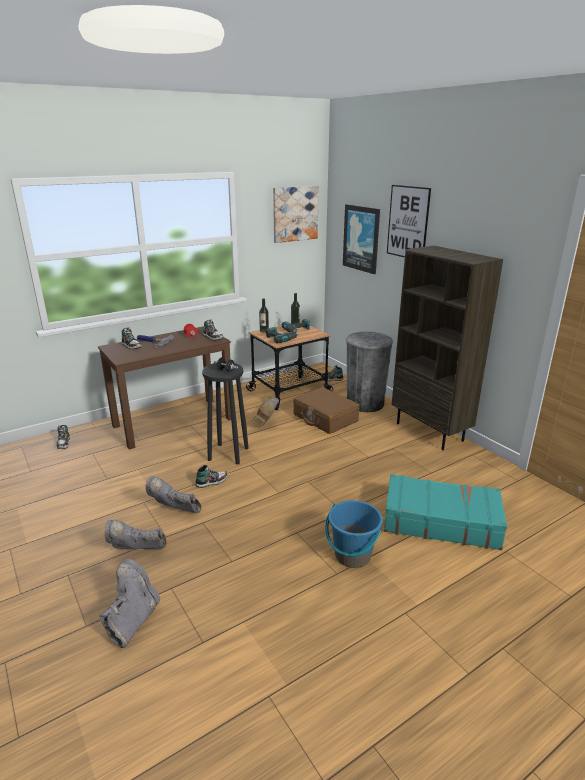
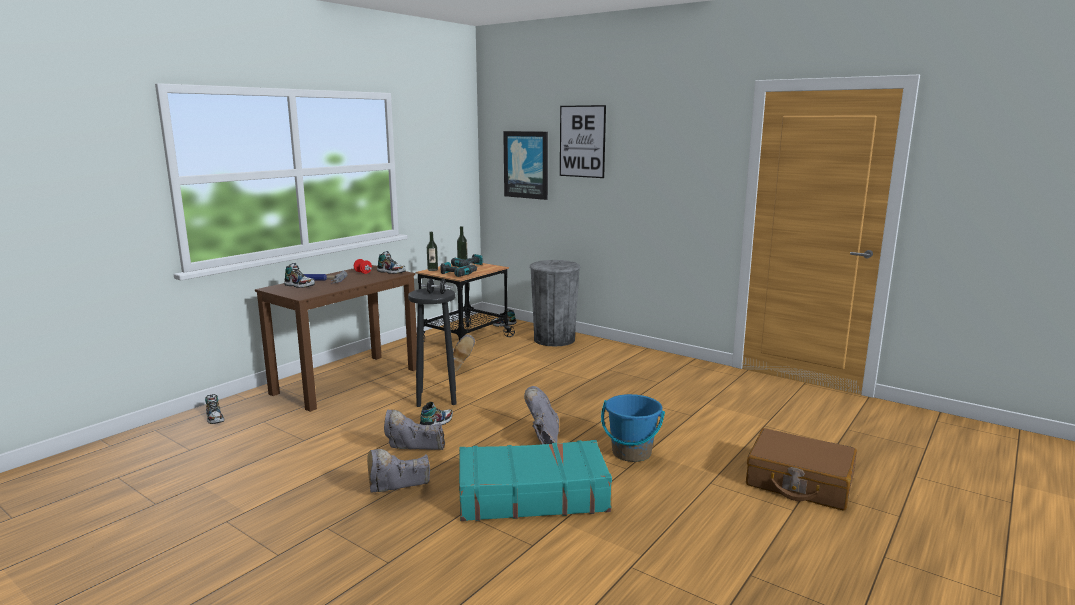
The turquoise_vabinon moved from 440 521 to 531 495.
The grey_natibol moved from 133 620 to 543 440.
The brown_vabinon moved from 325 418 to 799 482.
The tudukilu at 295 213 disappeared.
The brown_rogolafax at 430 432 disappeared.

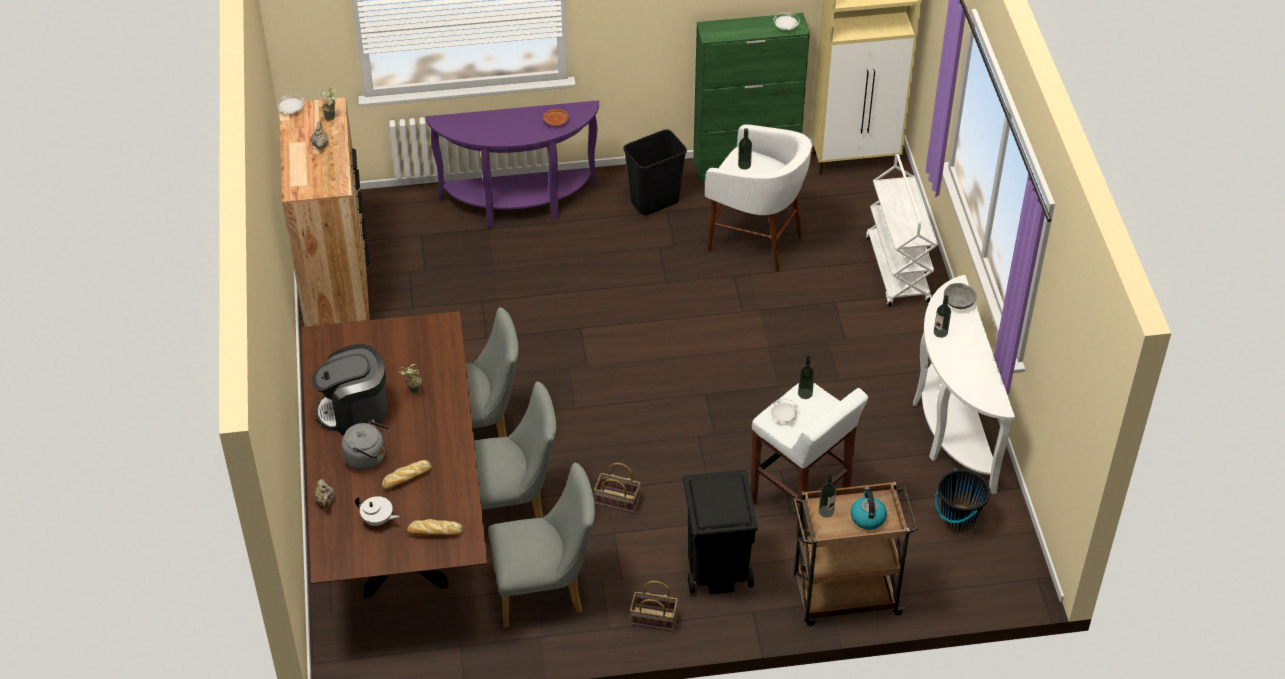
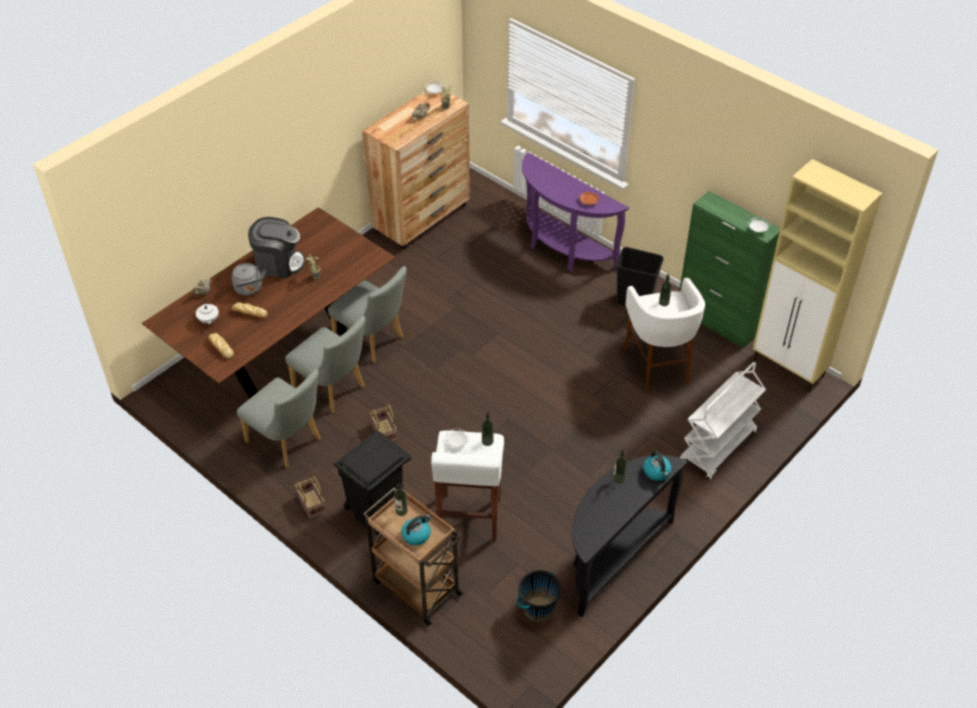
The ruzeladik at 355 410 turned 150 degrees clockwise.
The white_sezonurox at 949 427 became the black_sezonurox at 612 557.
The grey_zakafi at 958 302 was replaced by the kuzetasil at 657 472.

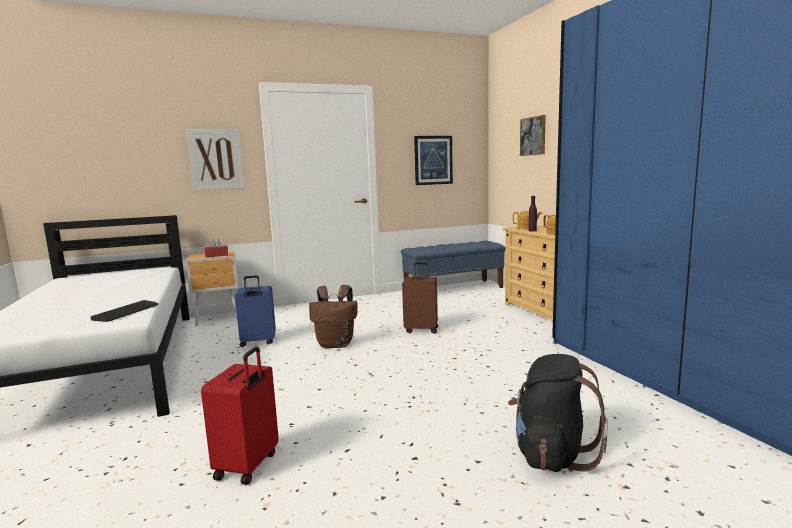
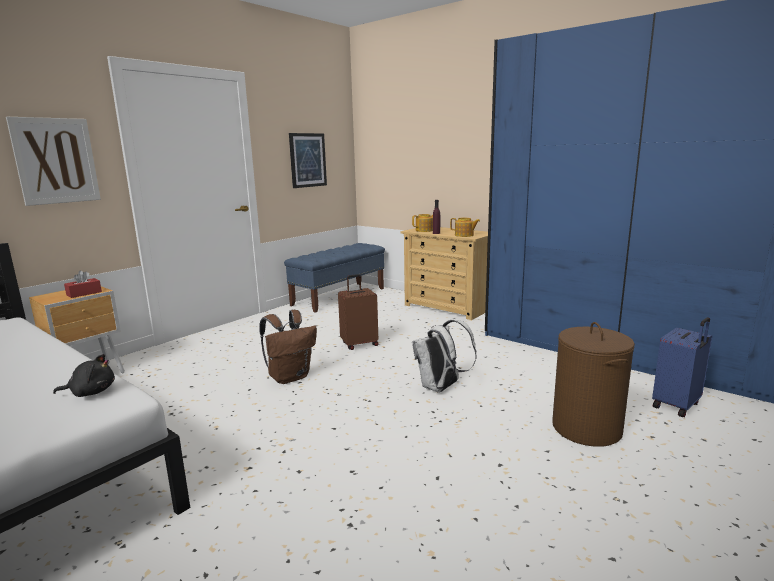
The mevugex at 127 312 was replaced by the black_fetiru at 91 392.
The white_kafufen at 441 388 appeared.
The black_kafufen at 551 454 was replaced by the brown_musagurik at 587 428.
The blue_vabinon moved from 258 342 to 677 405.
The red_vabinon at 248 466 disappeared.
The tudukilu at 533 136 disappeared.

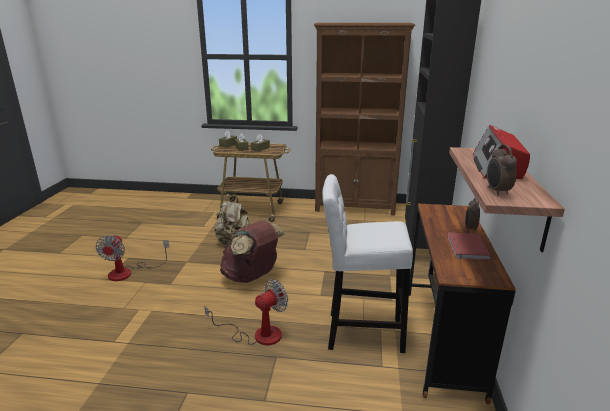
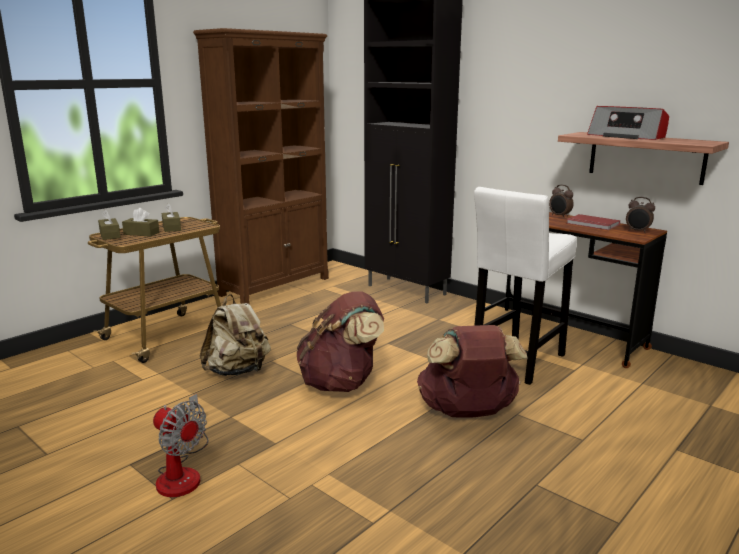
The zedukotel at 258 334 was replaced by the brown_kafufen at 467 413.
The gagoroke moved from 497 191 to 637 231.

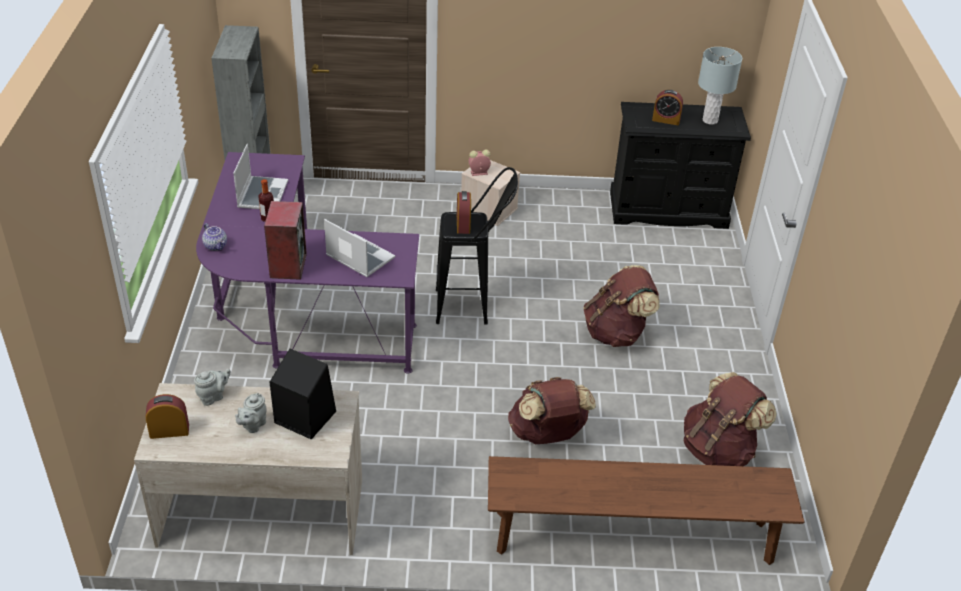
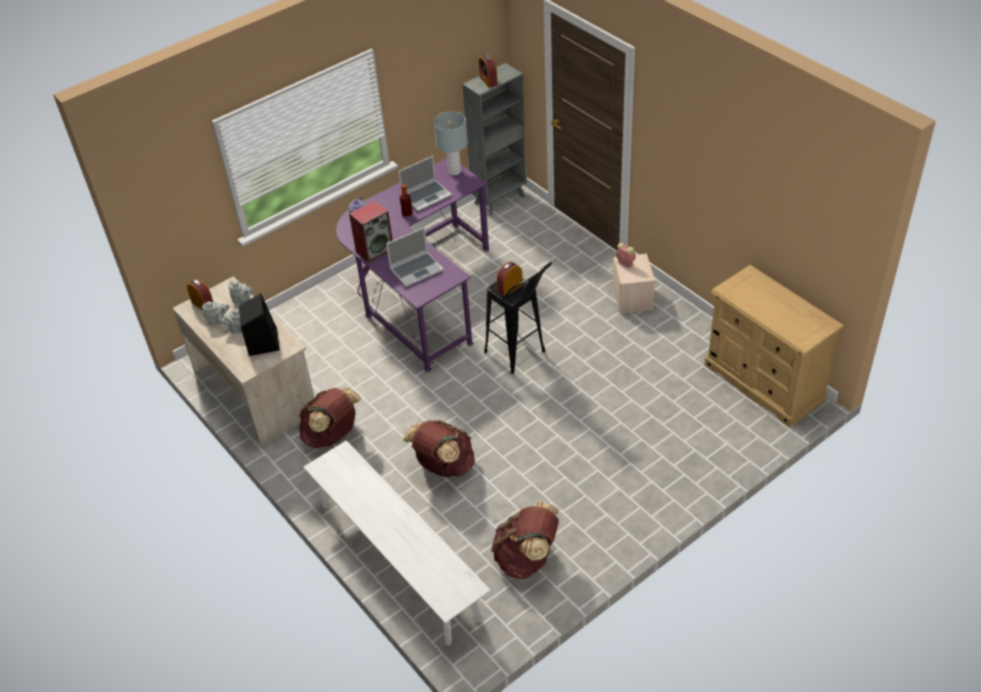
The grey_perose at 218 320 appeared.
The brown_kafufen moved from 616 333 to 332 435.
The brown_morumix at 633 537 became the white_morumix at 398 560.
The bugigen at 359 257 turned 60 degrees clockwise.
The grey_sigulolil moved from 710 120 to 454 171.
The gagoroke moved from 666 120 to 488 81.
The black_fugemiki at 668 210 became the beige_fugemiki at 764 382.

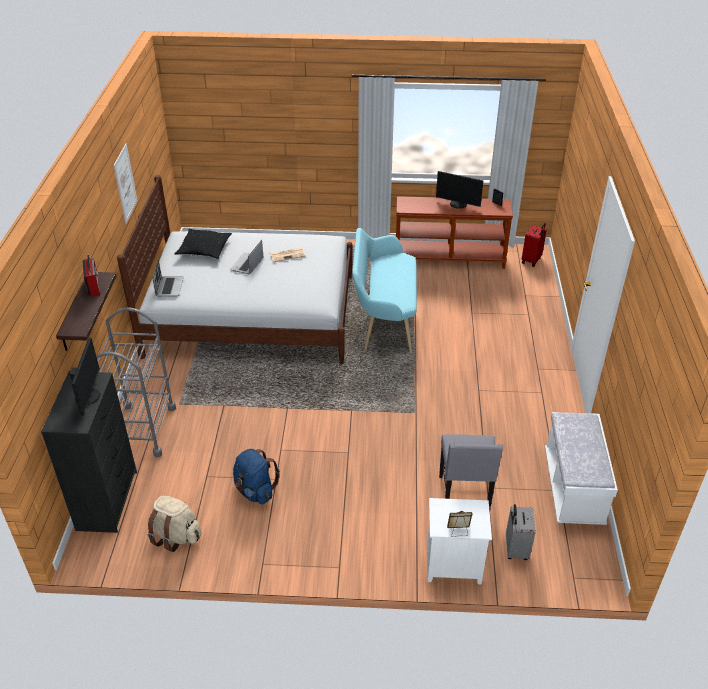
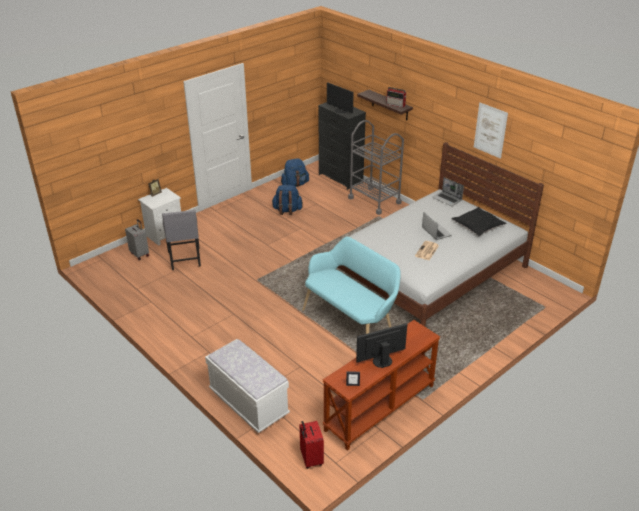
The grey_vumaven at 465 497 turned 150 degrees counterclockwise.
The white_morumix moved from 573 488 to 248 403.
The beige_kafufen at 176 536 became the blue_kafufen at 295 184.

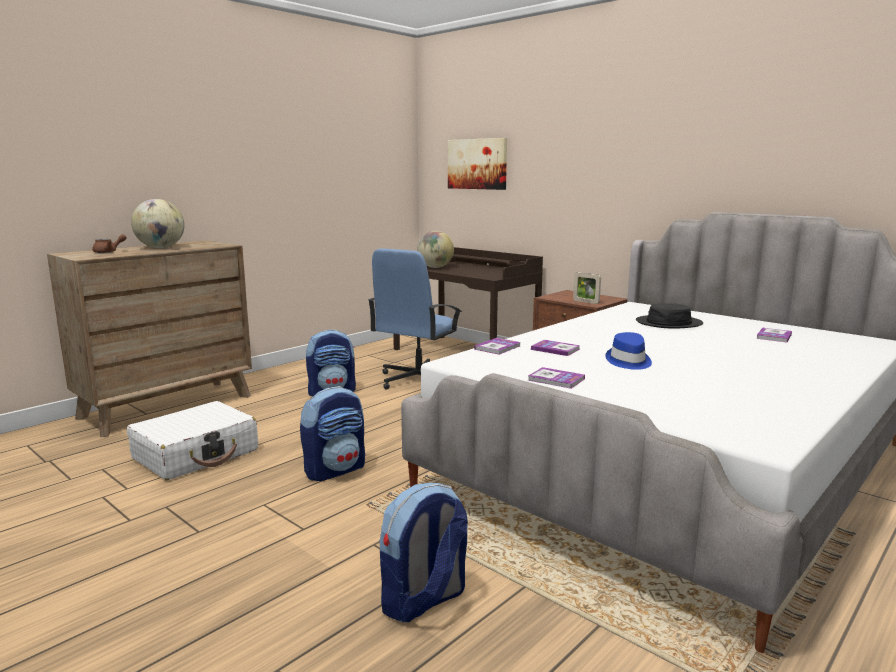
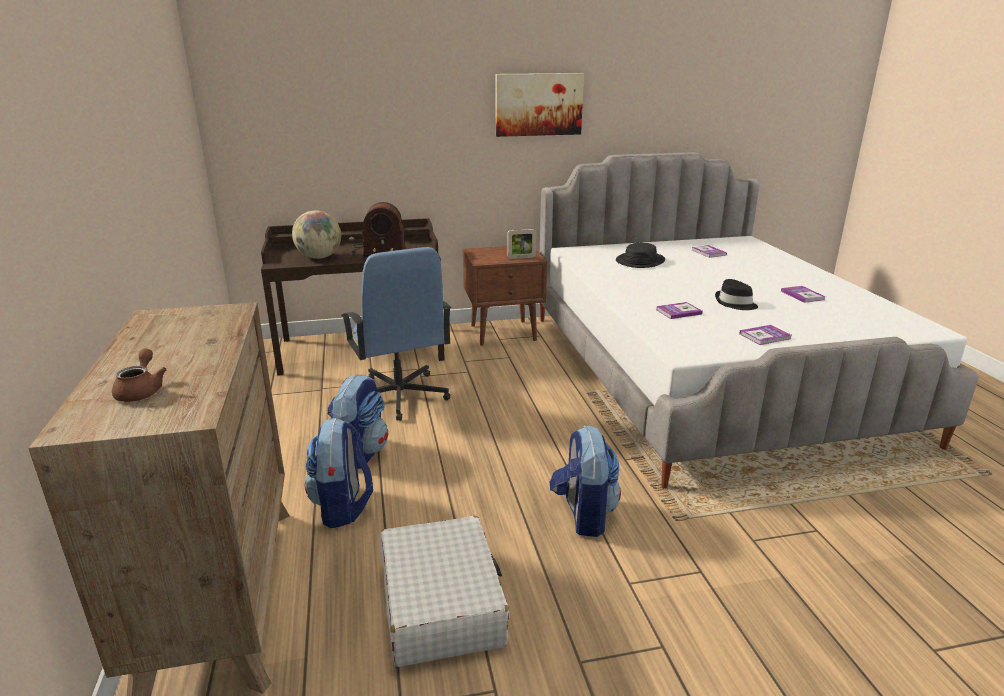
The kafufen moved from 423 601 to 343 507.
The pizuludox at 378 251 appeared.
The tudukilu moved from 477 164 to 538 104.
The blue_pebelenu at 628 361 became the black_pebelenu at 735 303.
The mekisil moved from 497 347 to 802 295.
The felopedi at 161 248 disappeared.

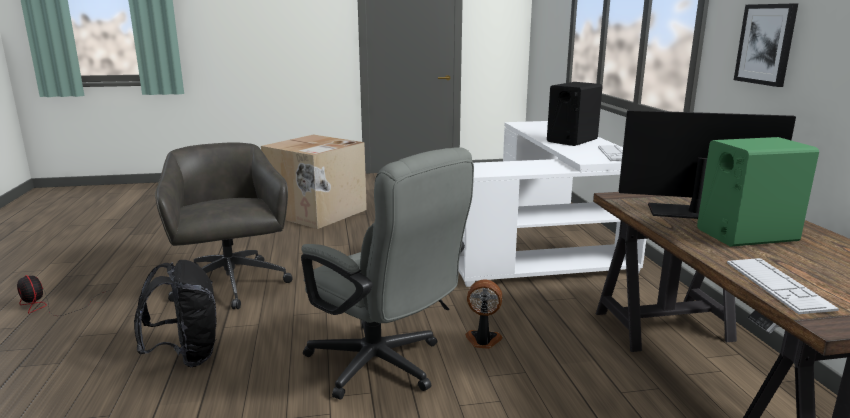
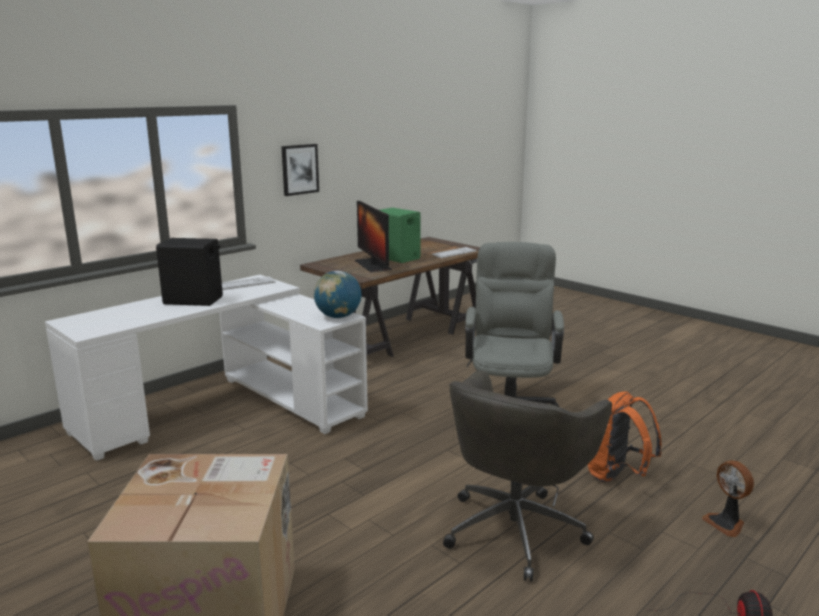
The felopedi at 338 317 appeared.
The black_kafufen at 186 356 became the orange_kafufen at 617 476.
The zedukotel moved from 483 340 to 726 523.

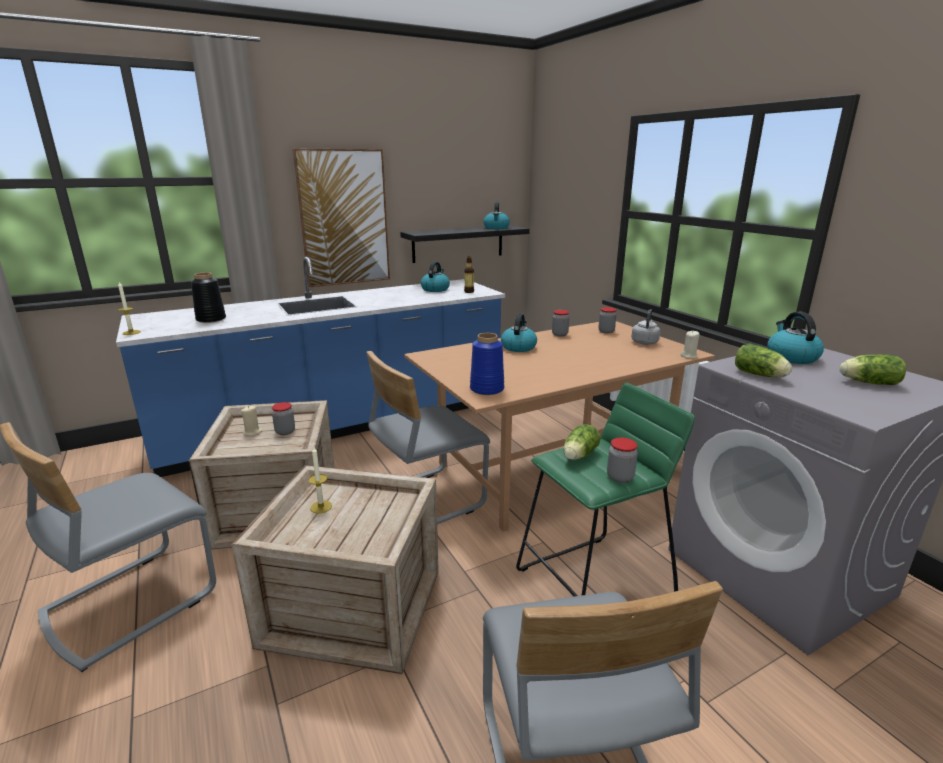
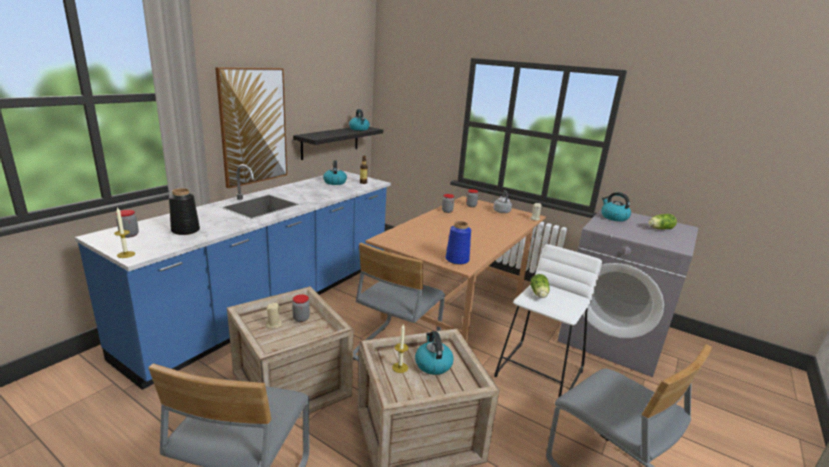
The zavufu moved from 620 477 to 129 235.
The kuzetasil moved from 518 347 to 433 364.
The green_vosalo at 594 586 became the white_vosalo at 539 373.
The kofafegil at 760 375 disappeared.

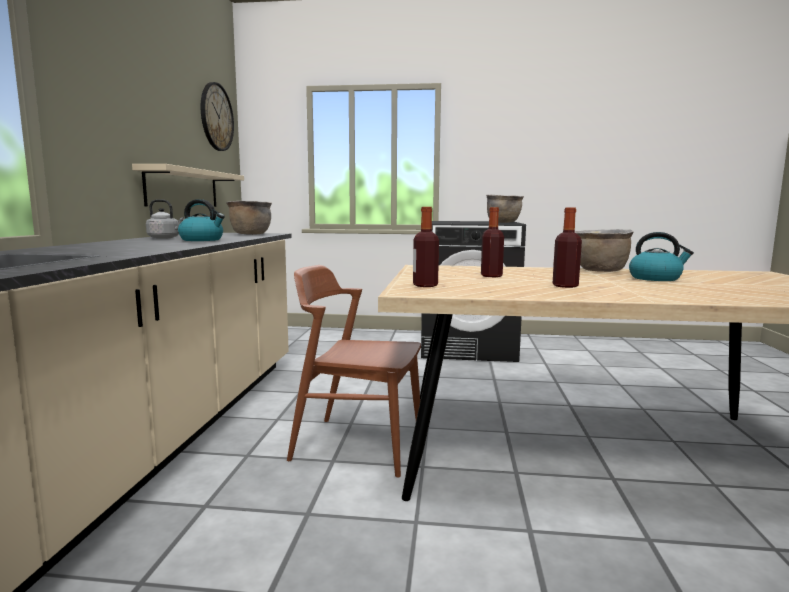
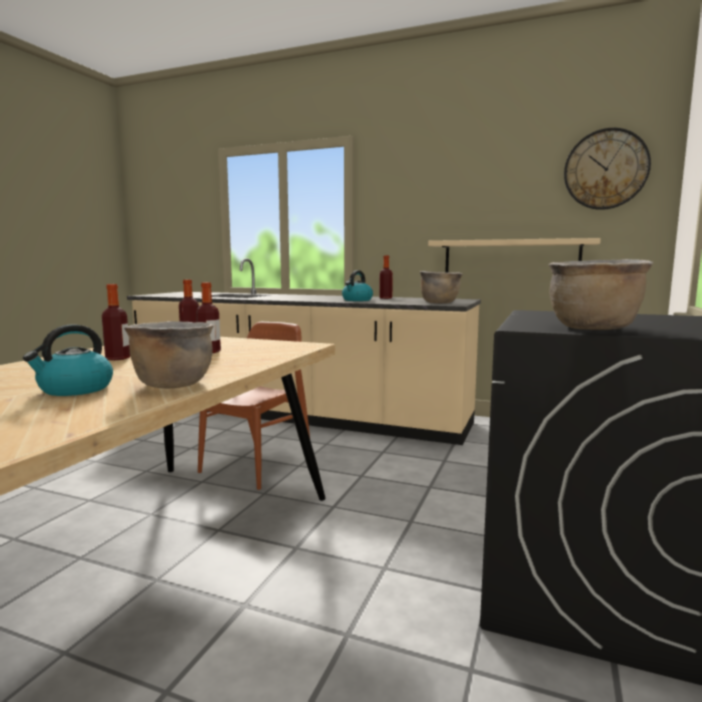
The grey_kuzetasil at 165 238 was replaced by the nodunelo at 385 298.

